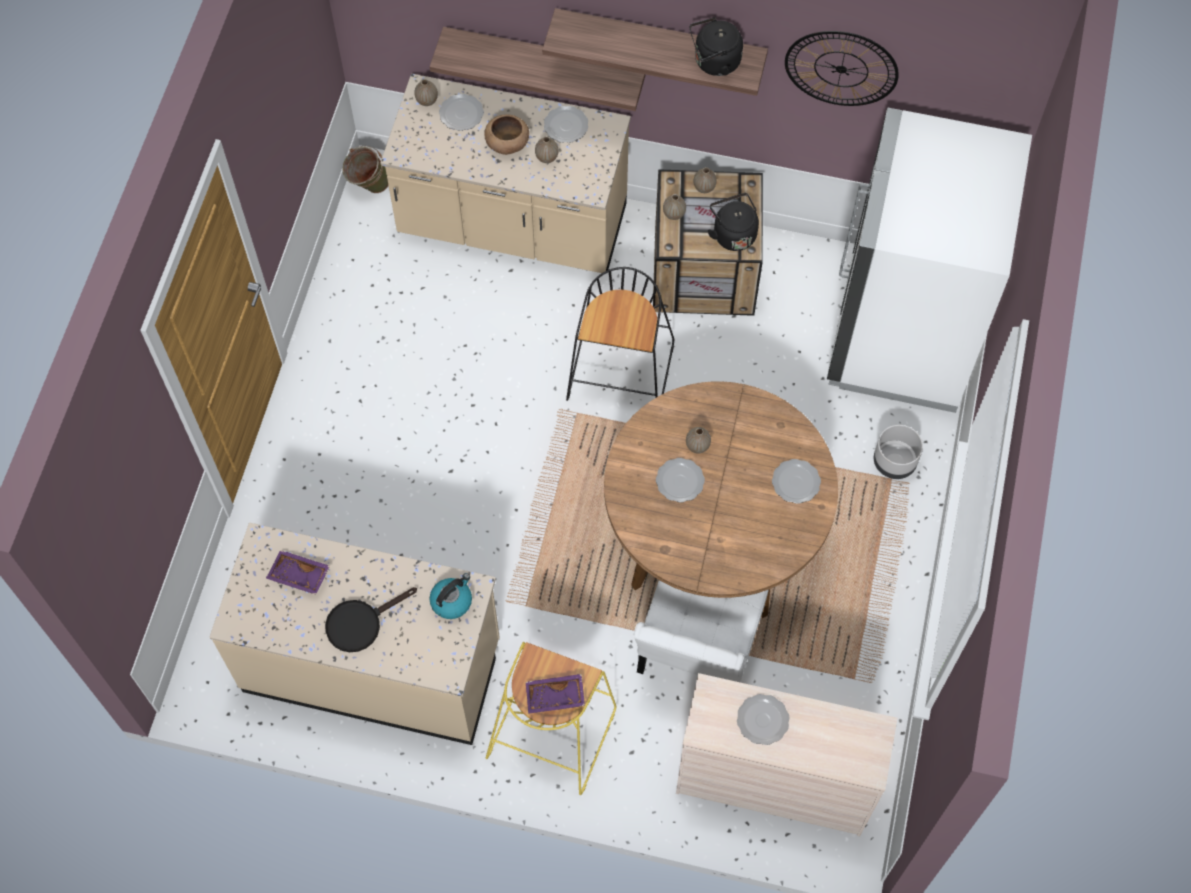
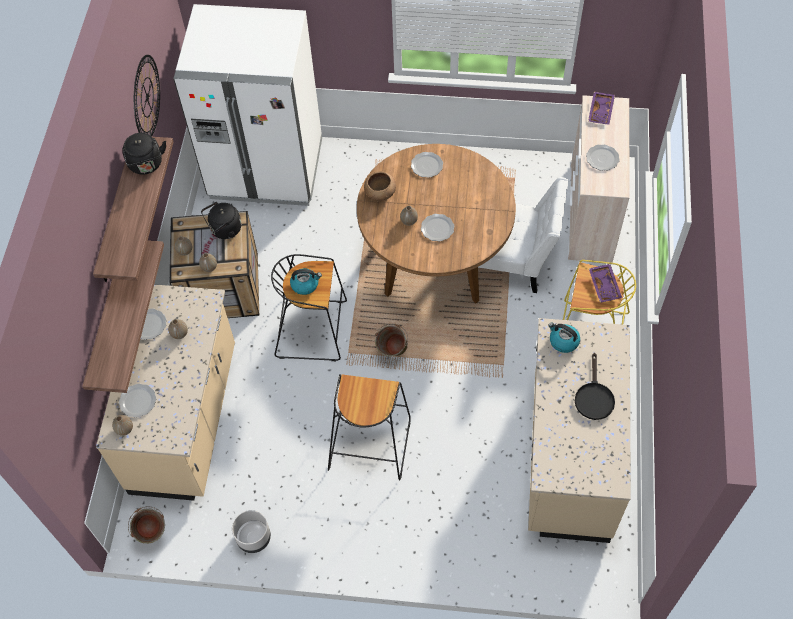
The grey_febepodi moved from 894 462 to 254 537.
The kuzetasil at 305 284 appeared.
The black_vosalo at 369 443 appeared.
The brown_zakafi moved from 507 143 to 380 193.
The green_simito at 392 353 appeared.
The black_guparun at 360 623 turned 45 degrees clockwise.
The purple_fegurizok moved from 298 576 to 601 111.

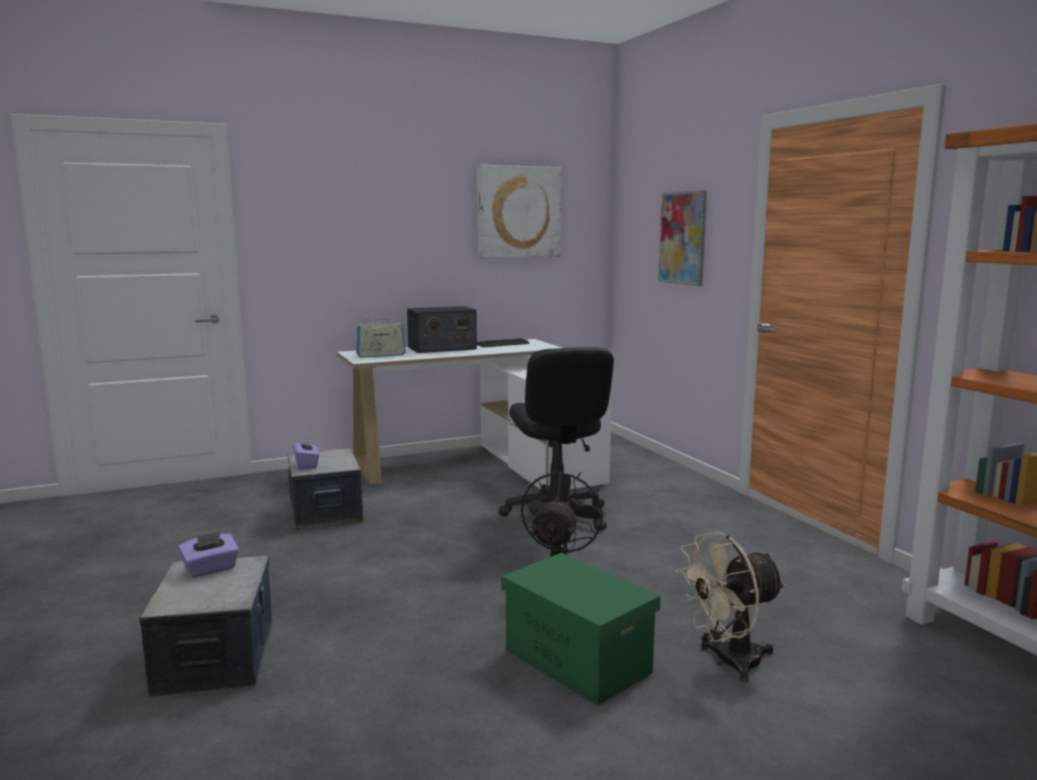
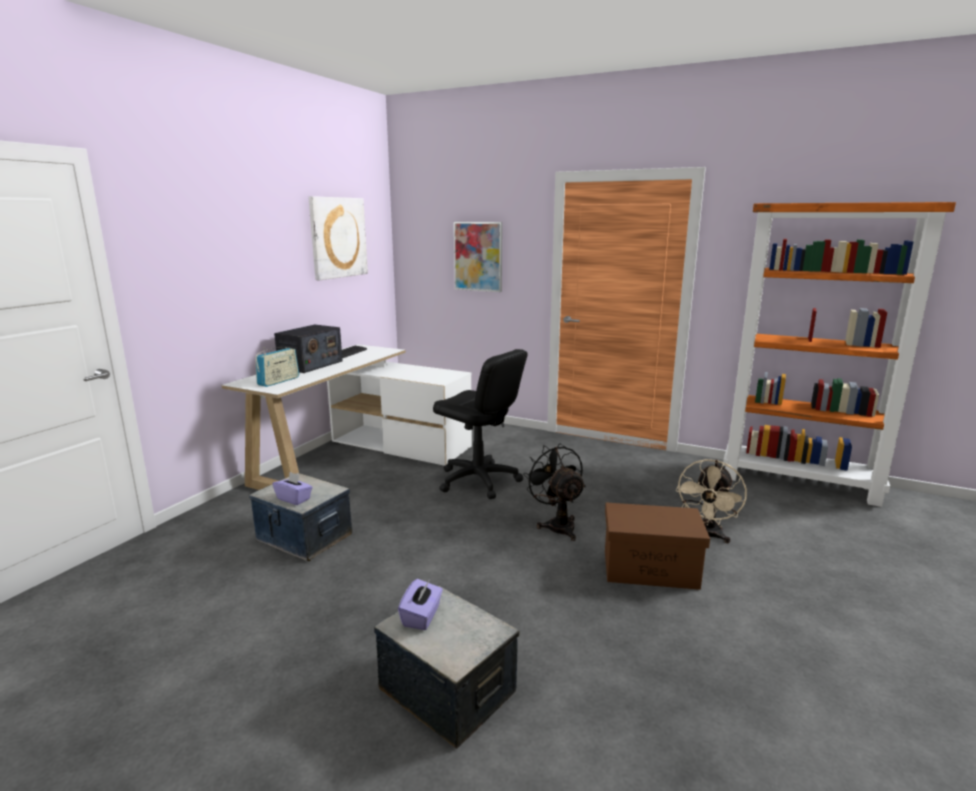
The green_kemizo at 579 661 became the brown_kemizo at 651 569.

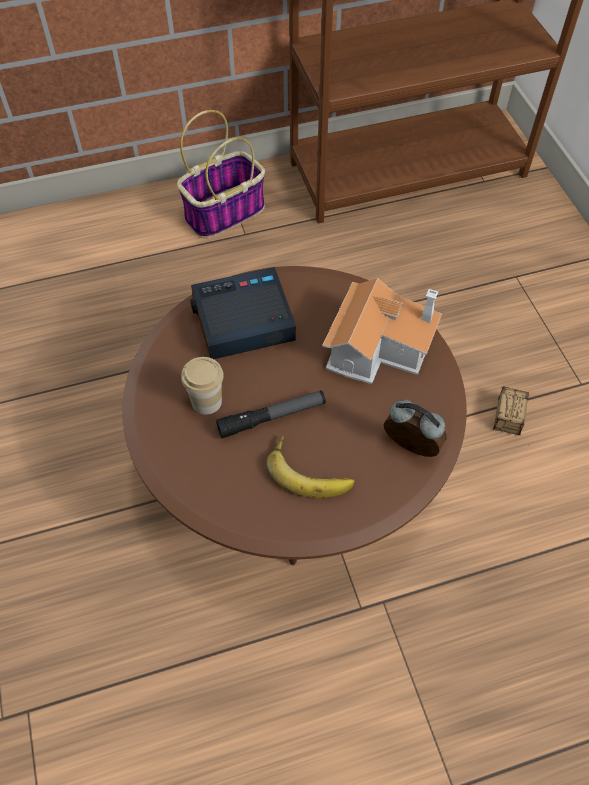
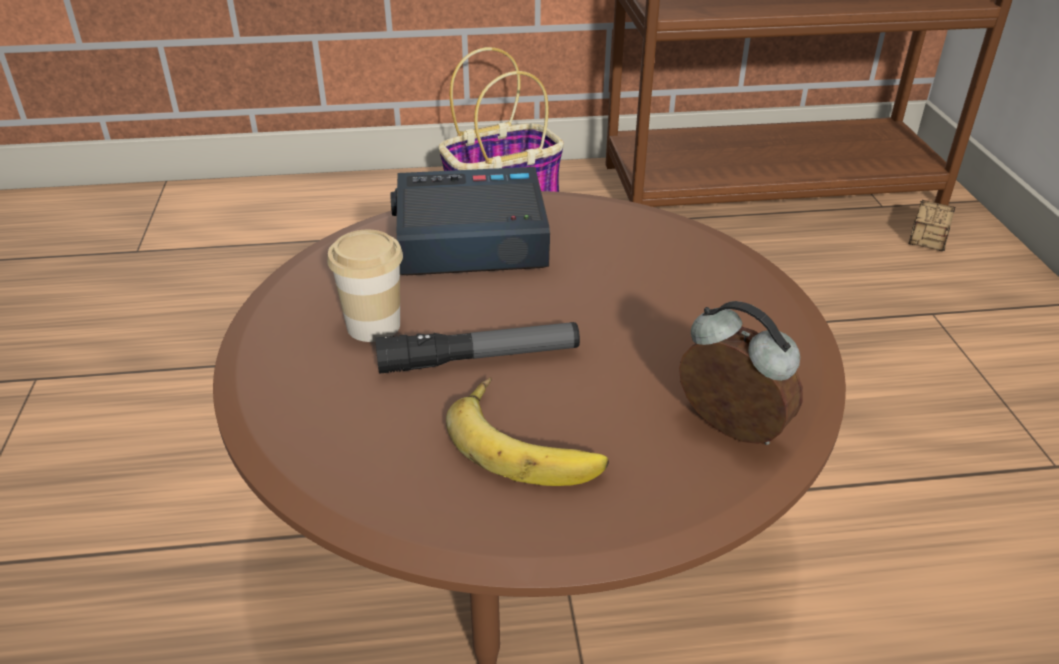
The kemizo moved from 504 439 to 923 253.
The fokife at 378 346 disappeared.

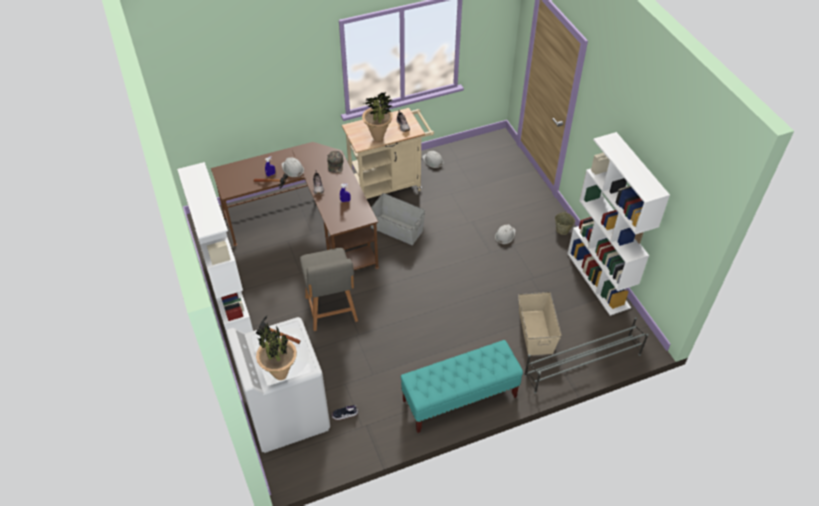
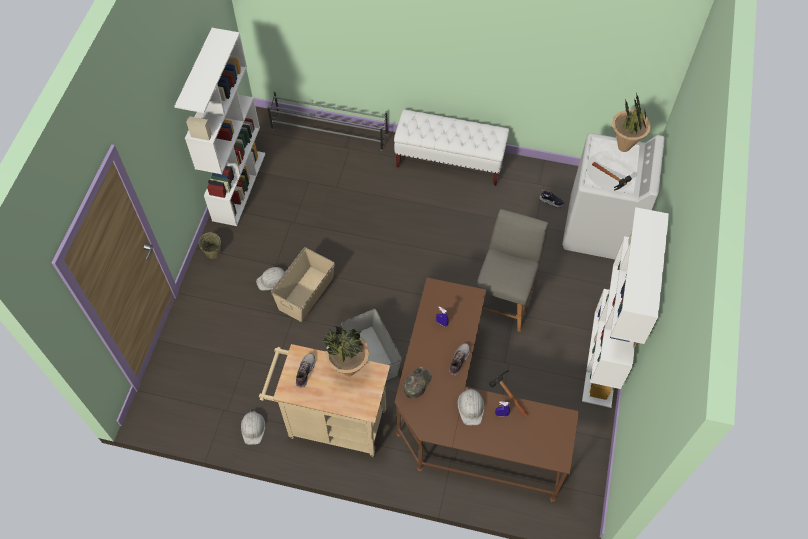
The beige_kemizo moved from 535 332 to 306 293.
The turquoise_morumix at 459 399 became the white_morumix at 450 162.

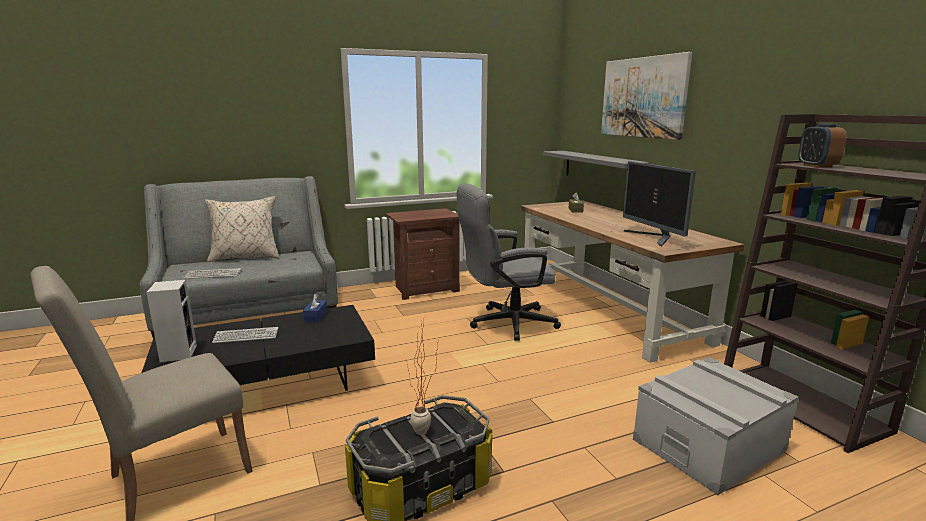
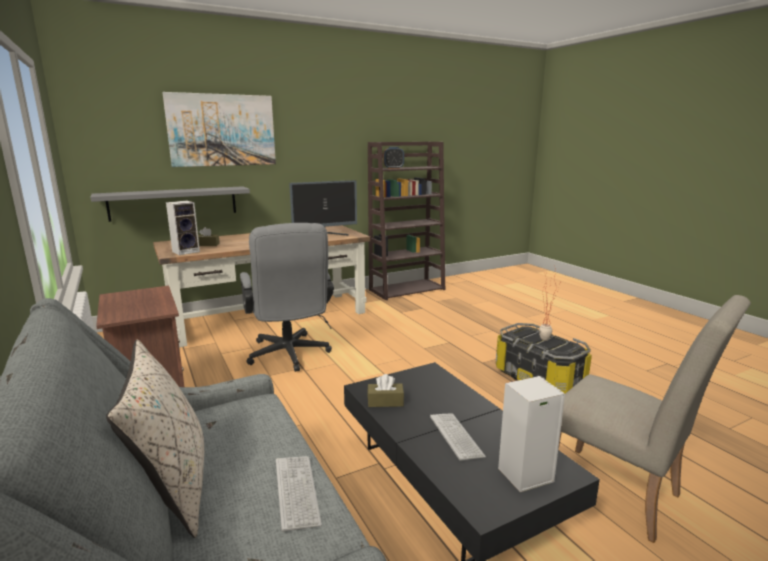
The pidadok at 186 251 appeared.
The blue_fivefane at 316 316 became the brown_fivefane at 385 402.
The grey_kemizo at 708 445 disappeared.

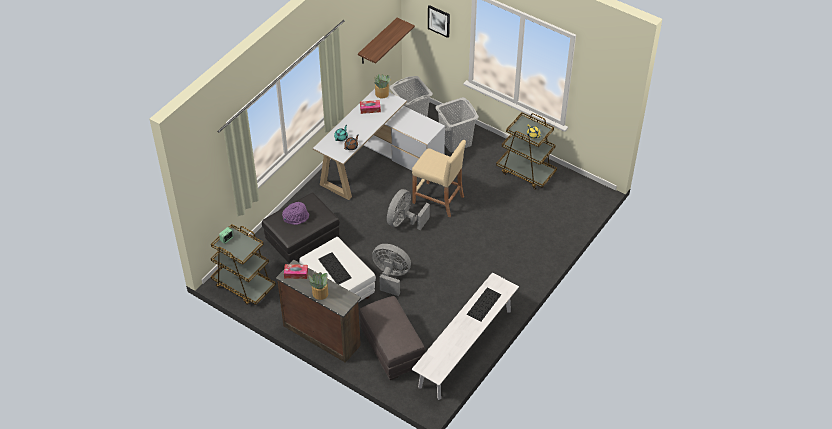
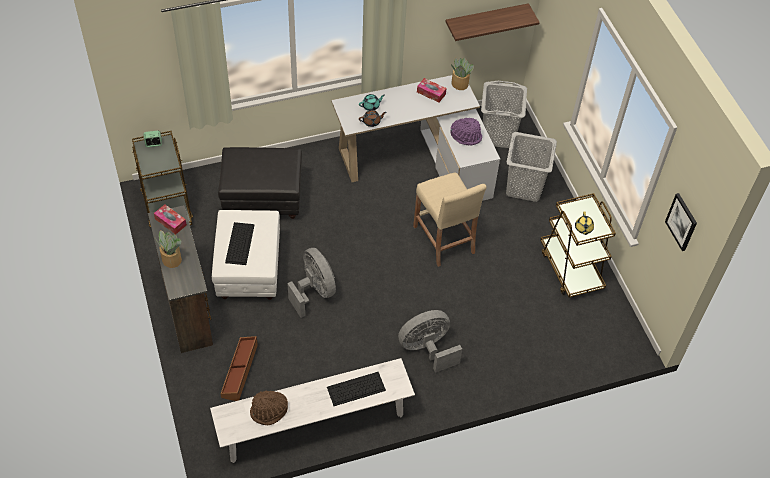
The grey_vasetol at 392 348 was replaced by the brown_kemizo at 240 371.
The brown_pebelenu at 269 411 appeared.
The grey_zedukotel moved from 404 221 to 427 349.
The purple_pebelenu moved from 296 217 to 466 136.
The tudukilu moved from 439 21 to 682 222.

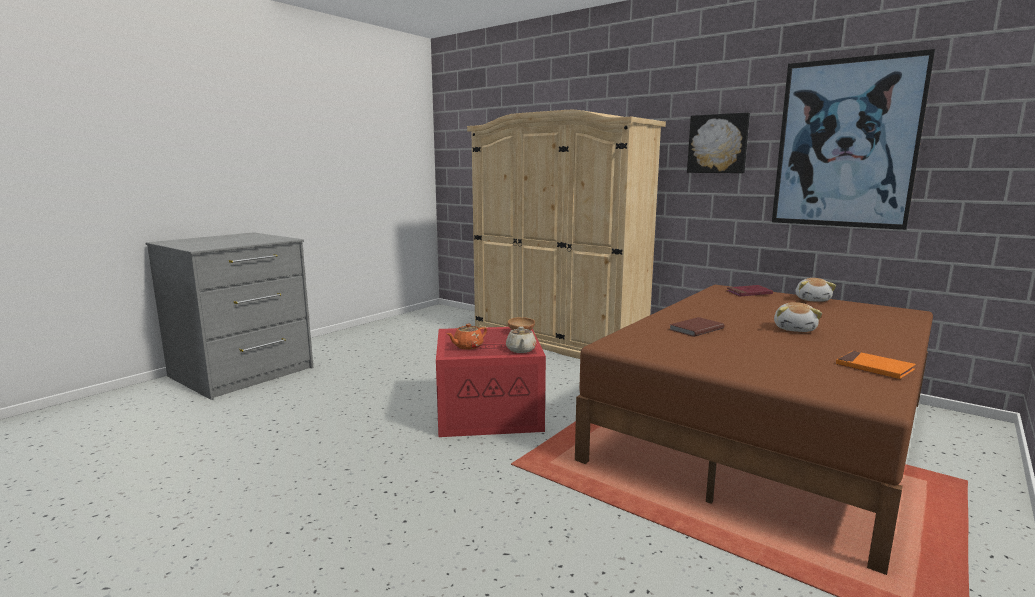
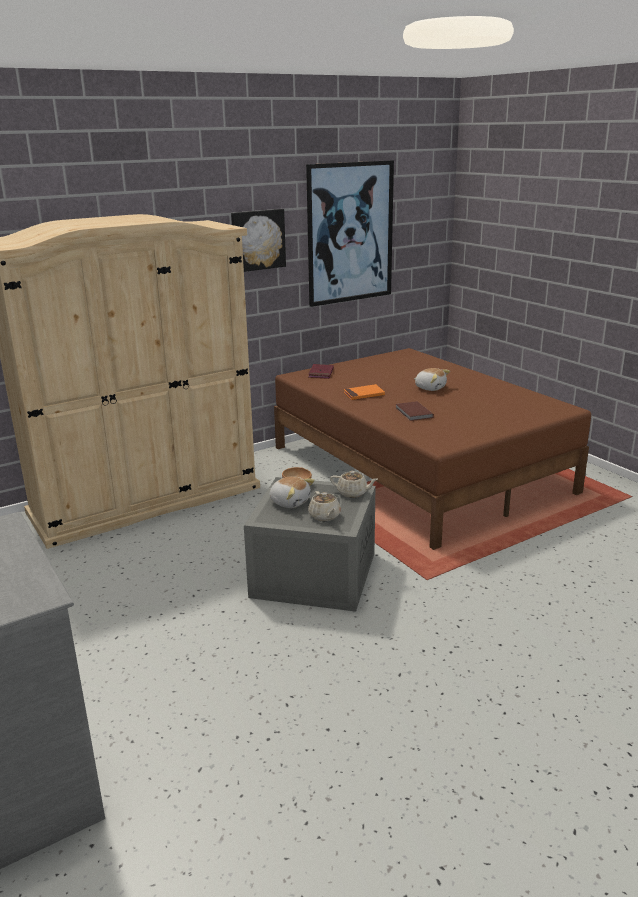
The red_kemizo at 490 411 became the grey_kemizo at 313 573.
The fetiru moved from 812 300 to 290 502.
The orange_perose at 467 346 became the beige_perose at 324 516.
The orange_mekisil moved from 874 368 to 364 394.

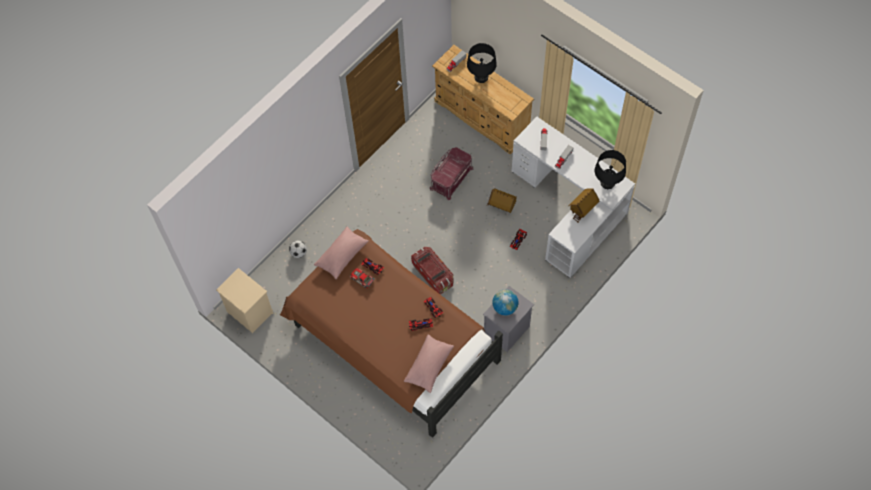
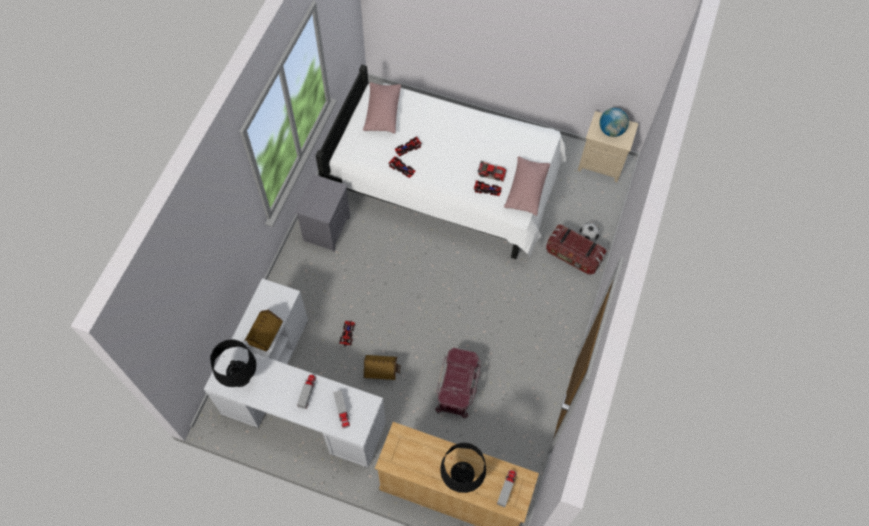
The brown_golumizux at 391 338 became the white_golumizux at 445 184.
The kemizo moved from 433 274 to 573 256.
The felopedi moved from 505 307 to 611 131.

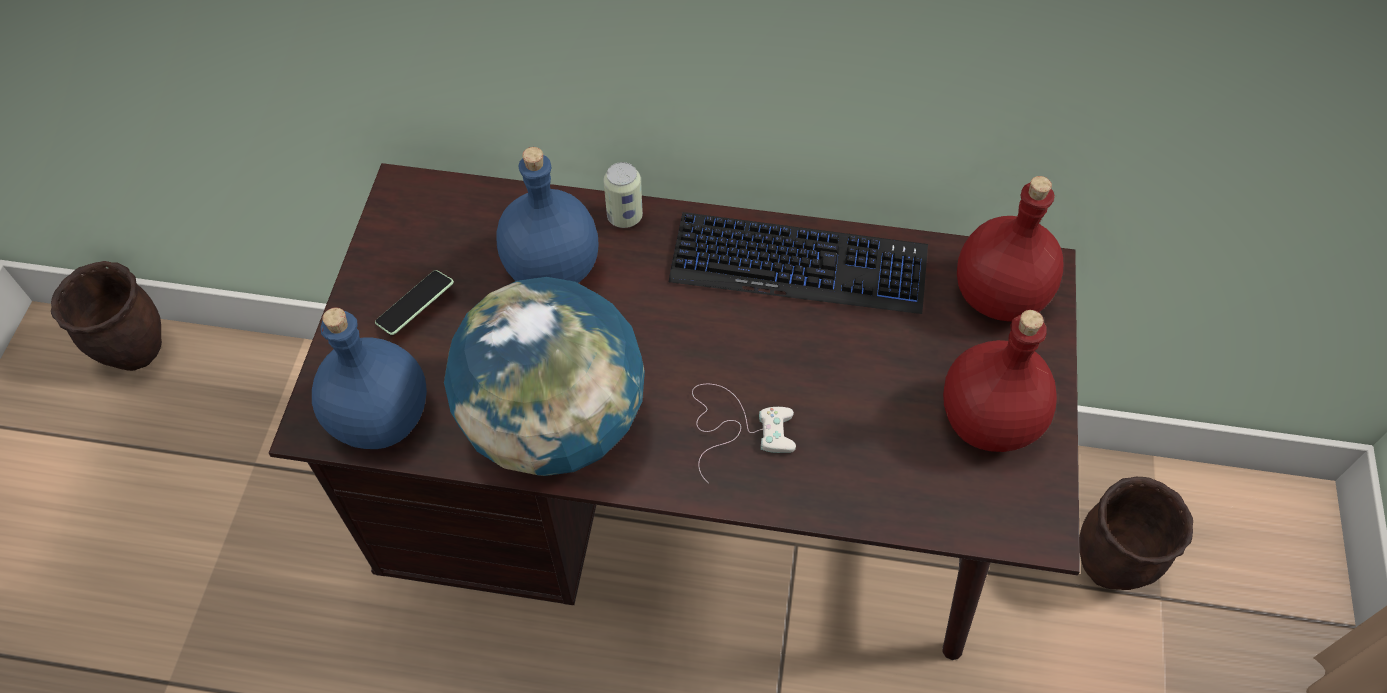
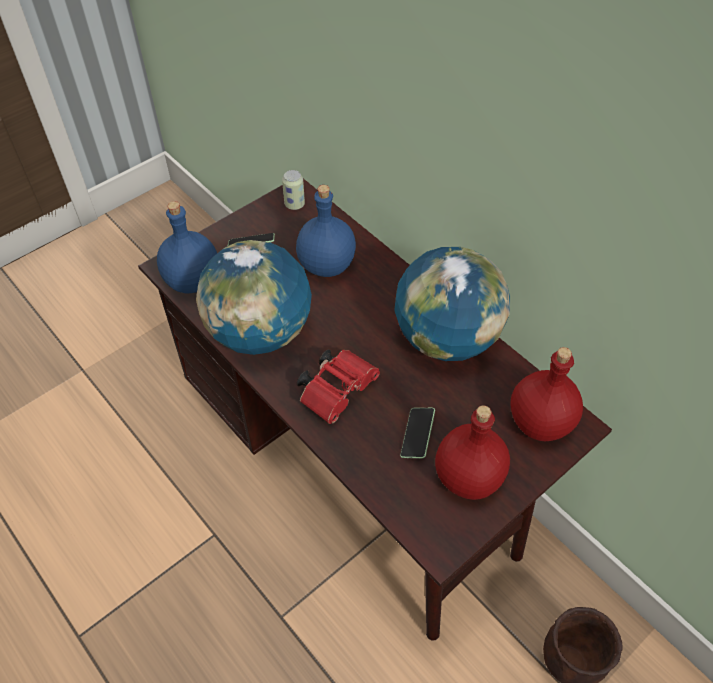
The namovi moved from 625 216 to 294 204.
The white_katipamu at 736 426 was replaced by the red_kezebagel at 338 390.
The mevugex at 799 265 was replaced by the felopedi at 446 338.
The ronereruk at 417 436 appeared.
The brown_febepodi at 135 350 disappeared.

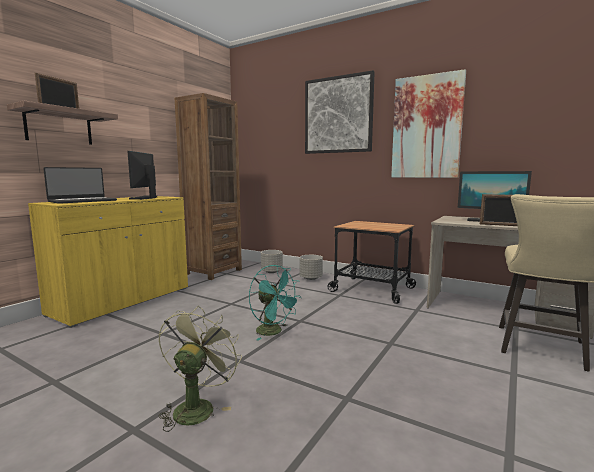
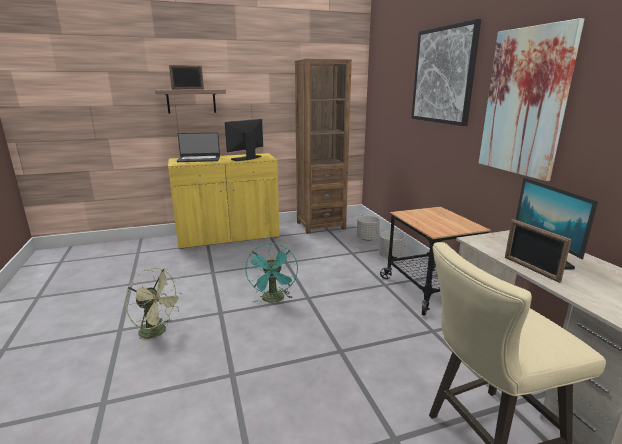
The green_zedukotel at 196 406 turned 60 degrees clockwise.

